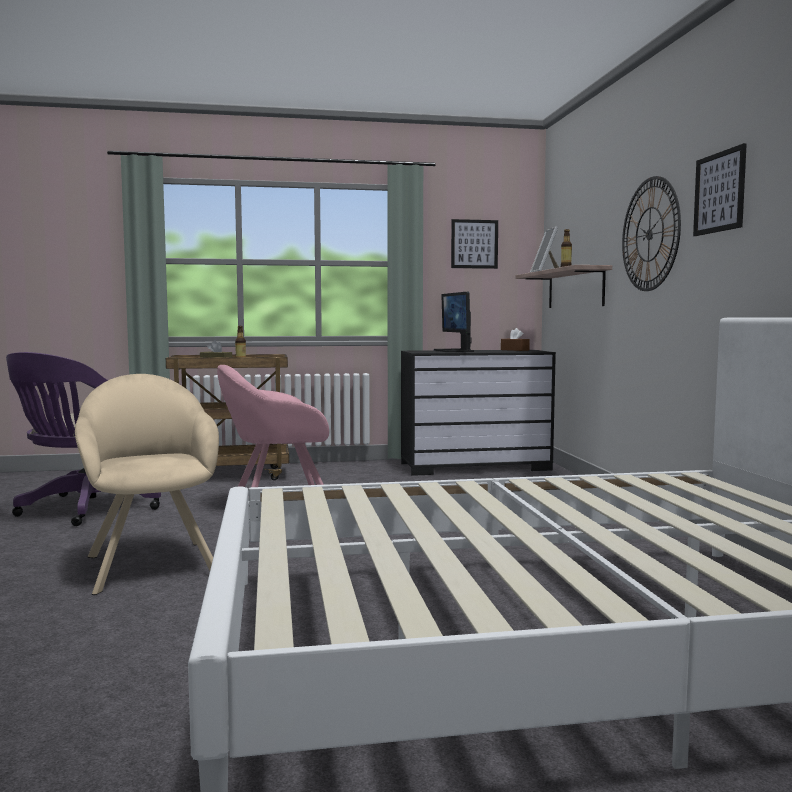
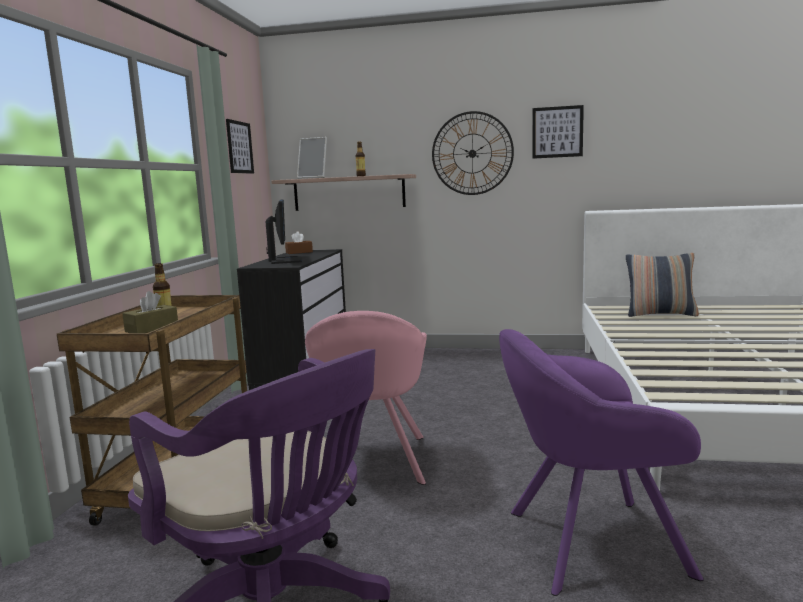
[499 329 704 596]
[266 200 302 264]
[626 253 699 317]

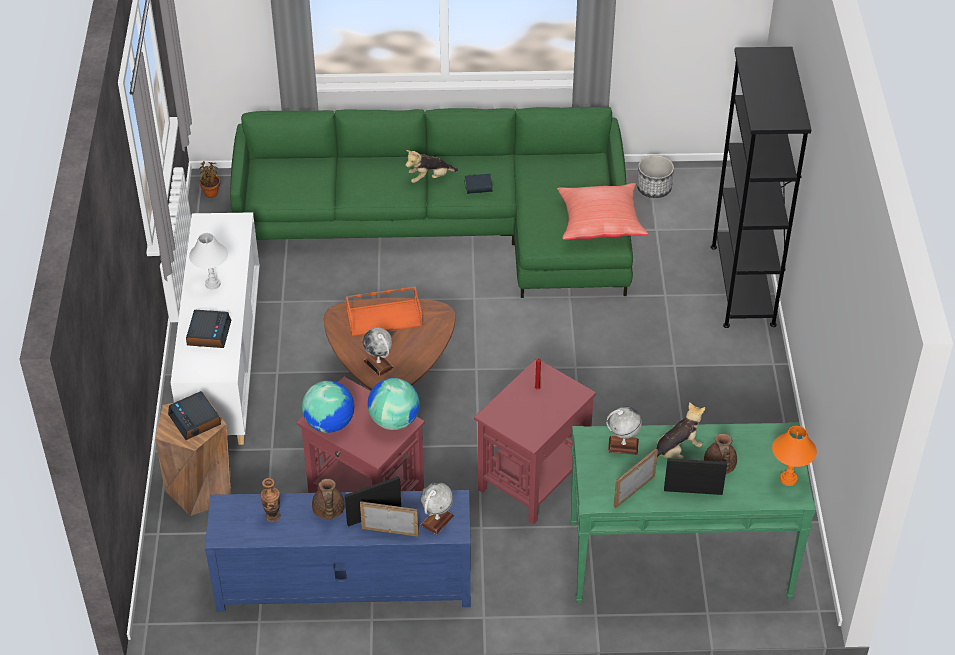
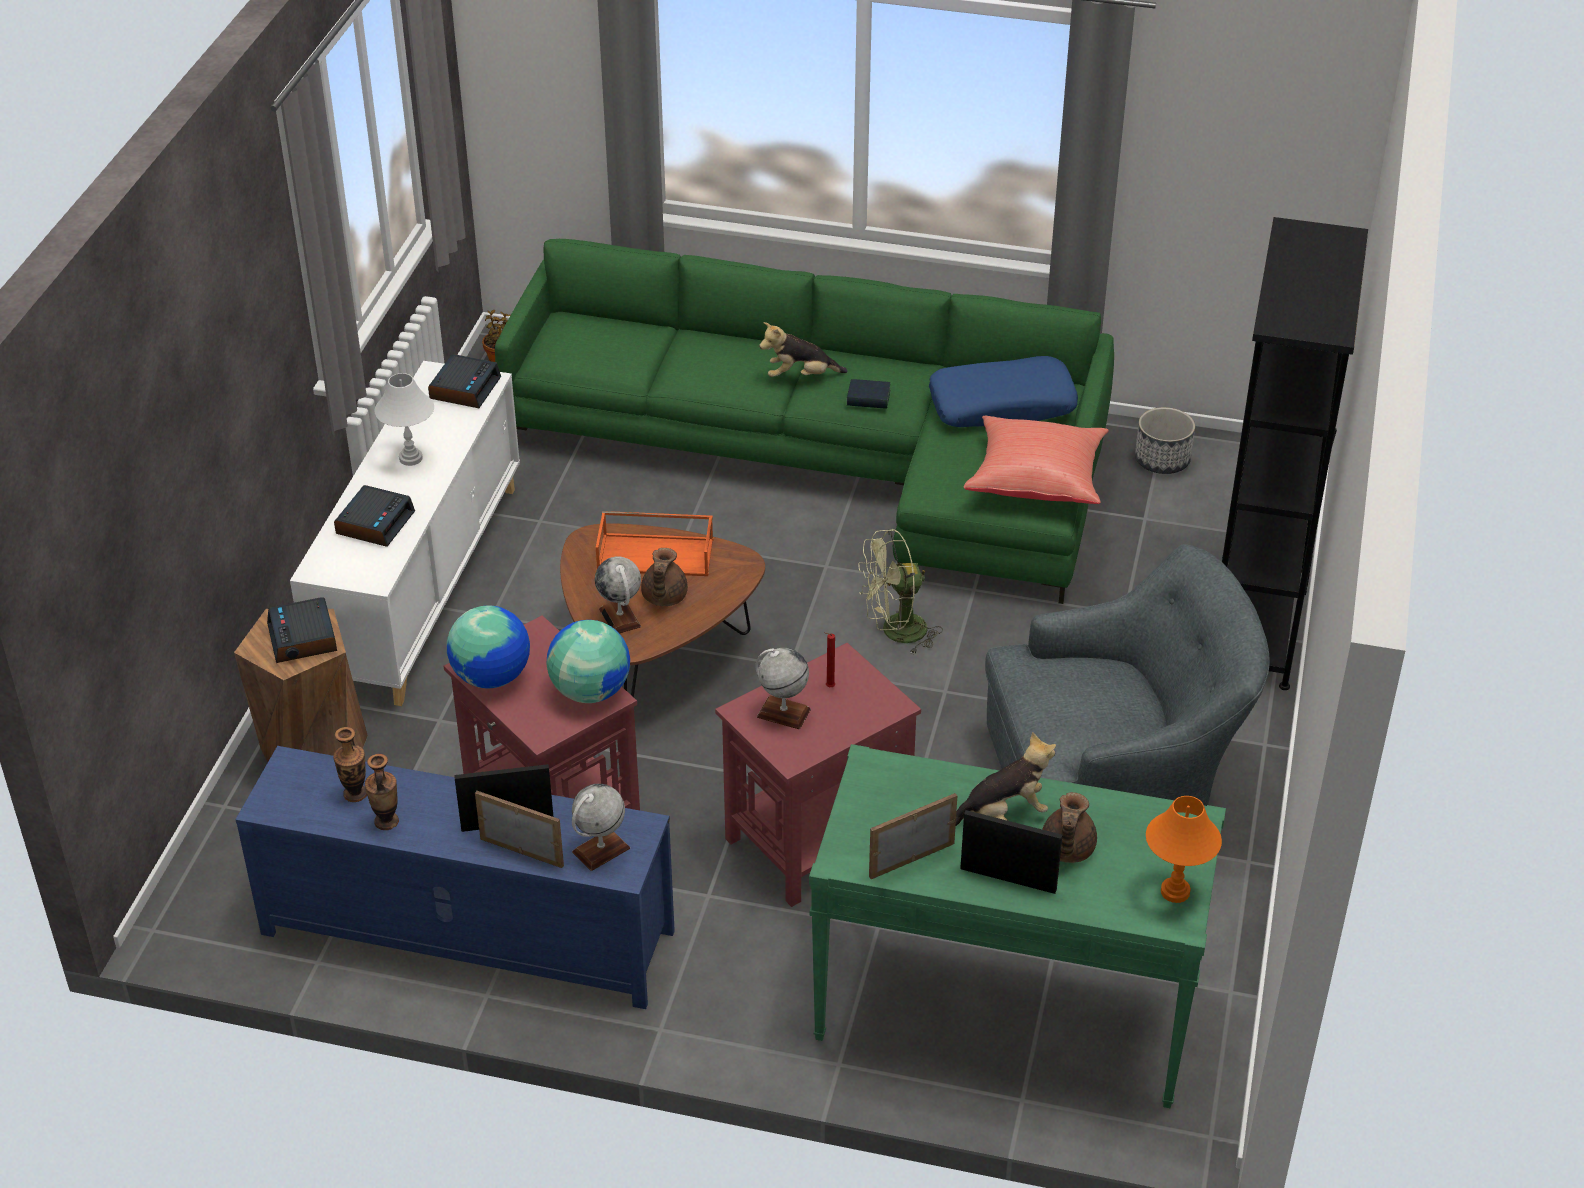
[641 548 688 606]
[755 648 811 729]
[365 754 399 830]
[428 354 501 408]
[858 529 943 655]
[929 356 1078 427]
[985 544 1270 806]

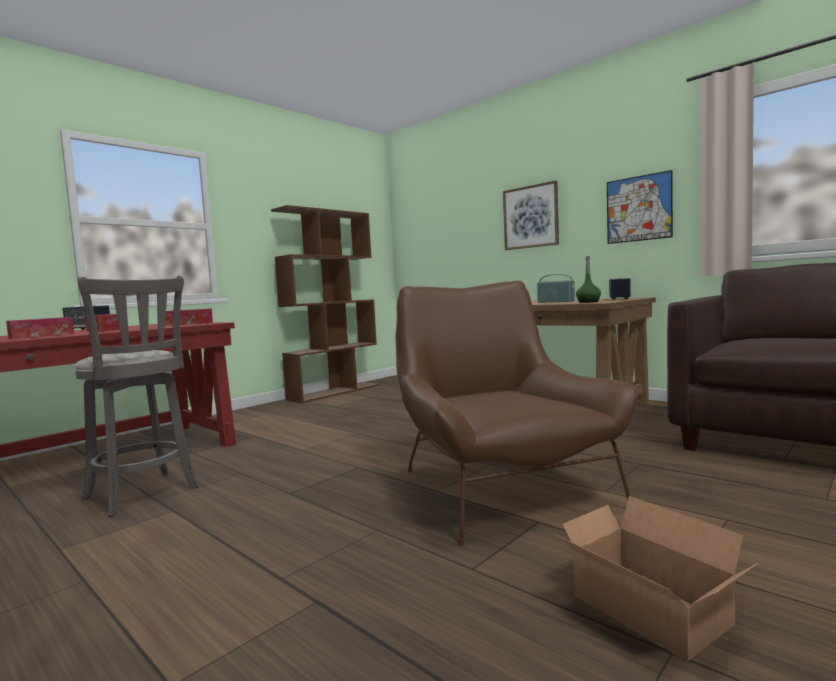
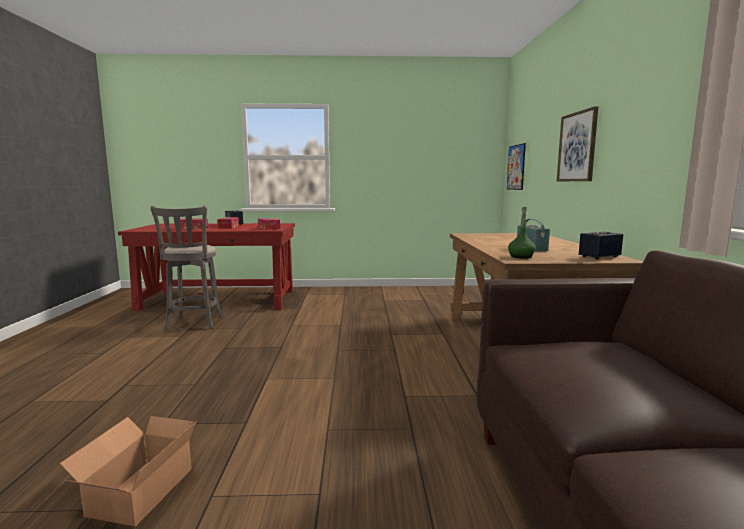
[271 205 379 403] (first image)
[395 281 638 546] (first image)
[507 143 526 190]

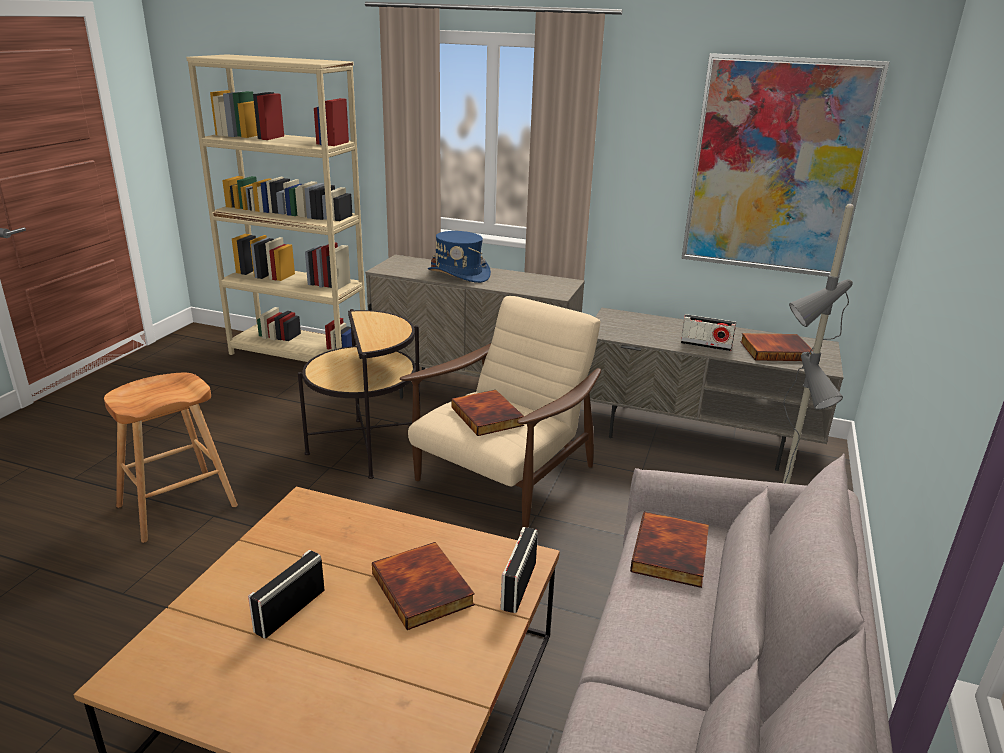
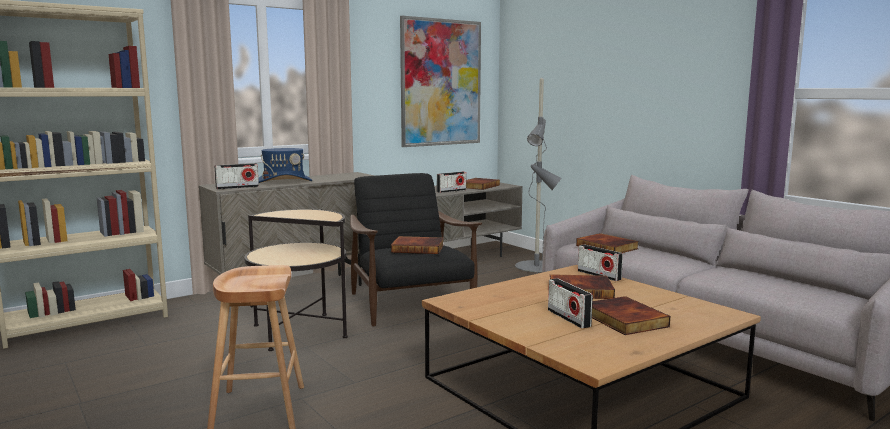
[350 173 482 326]
[215 163 259 189]
[592 296 670 335]

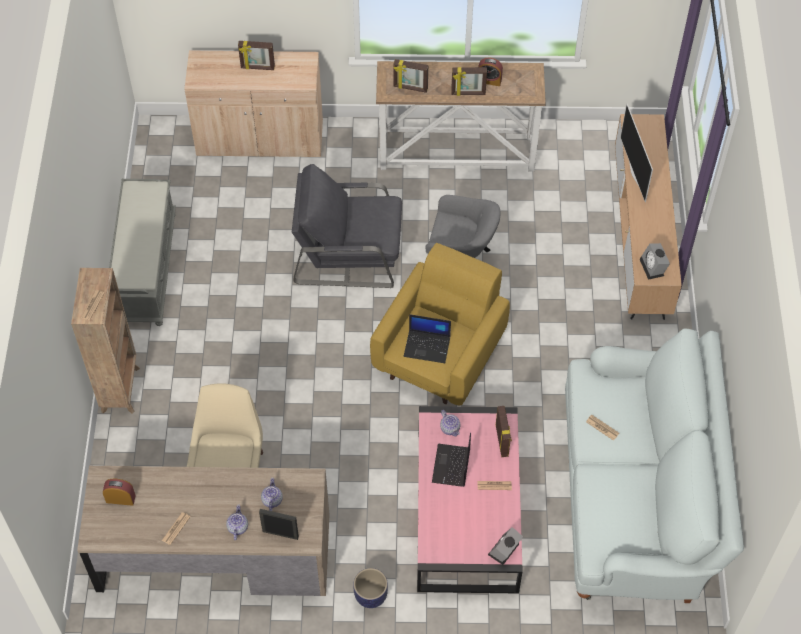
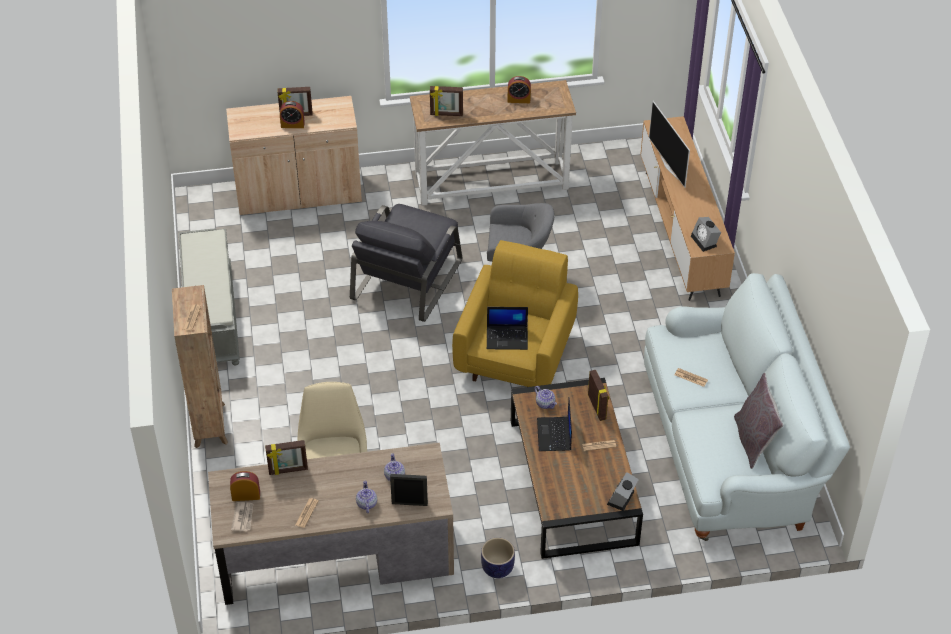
[350 204 462 322]
[511 378 643 559]
[265 440 308 475]
[231 502 253 531]
[280 101 305 128]
[734 373 784 469]

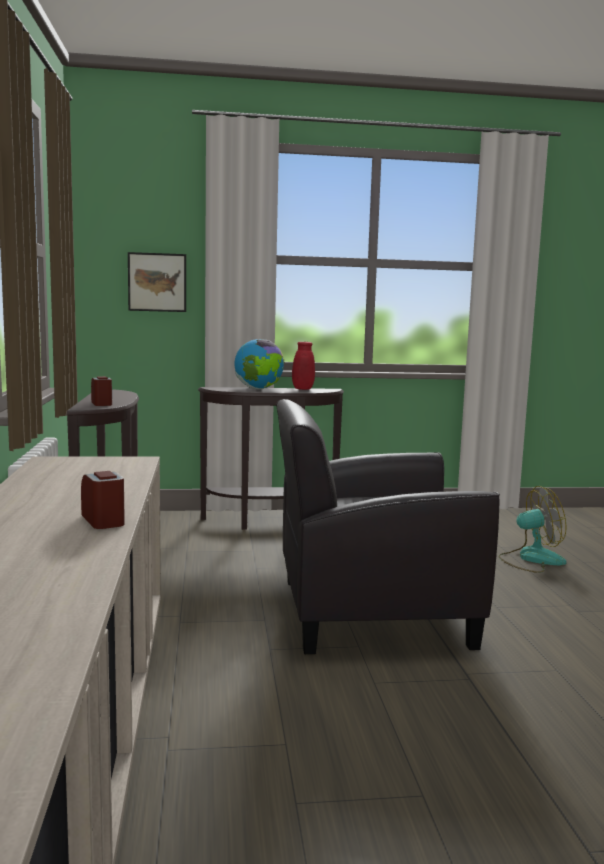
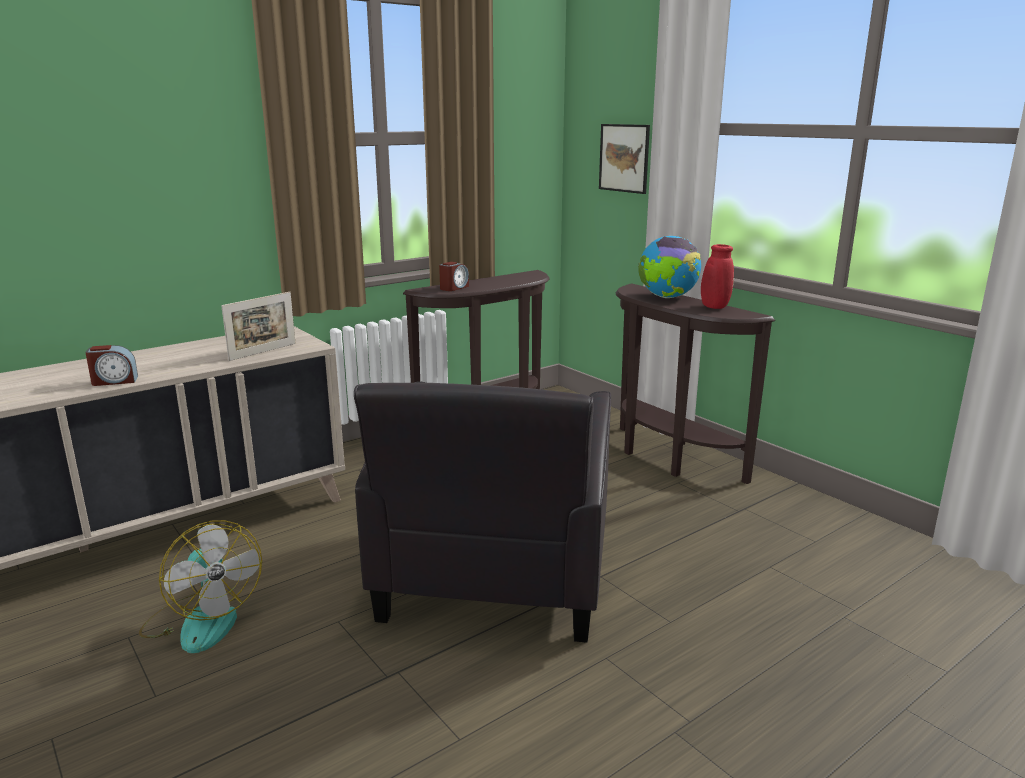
[85 345 138 386]
[354 382 611 643]
[139 520 262 653]
[221 292 296 361]

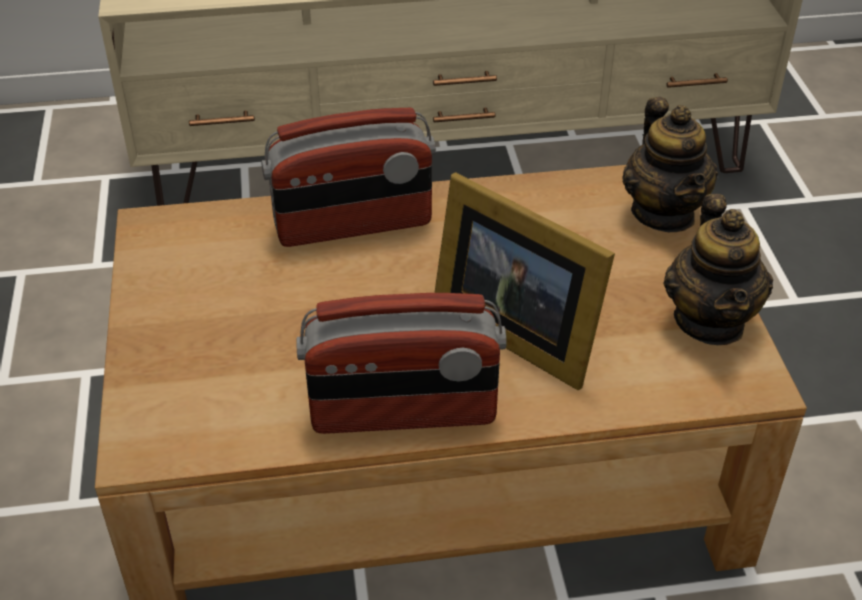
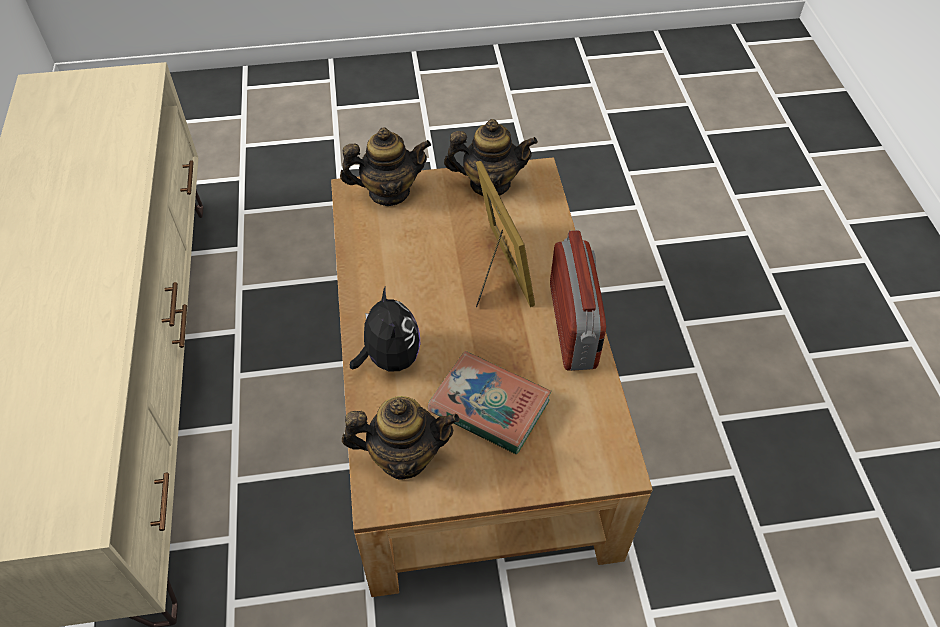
[350 287 421 371]
[476 161 535 308]
[342 396 460 479]
[428 351 551 454]

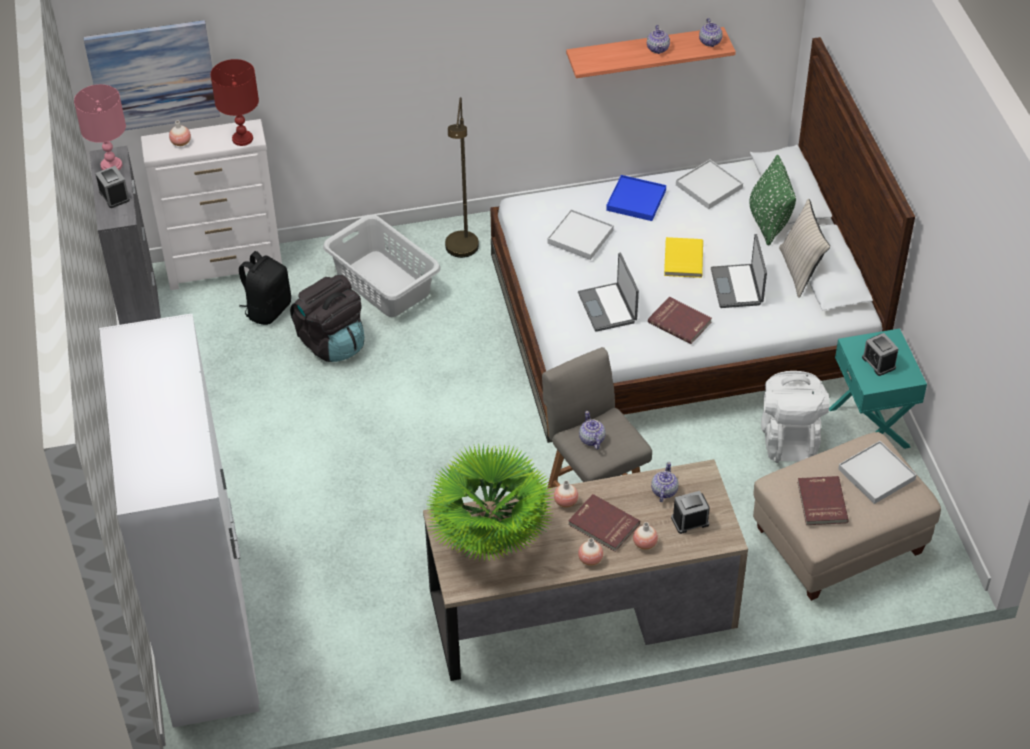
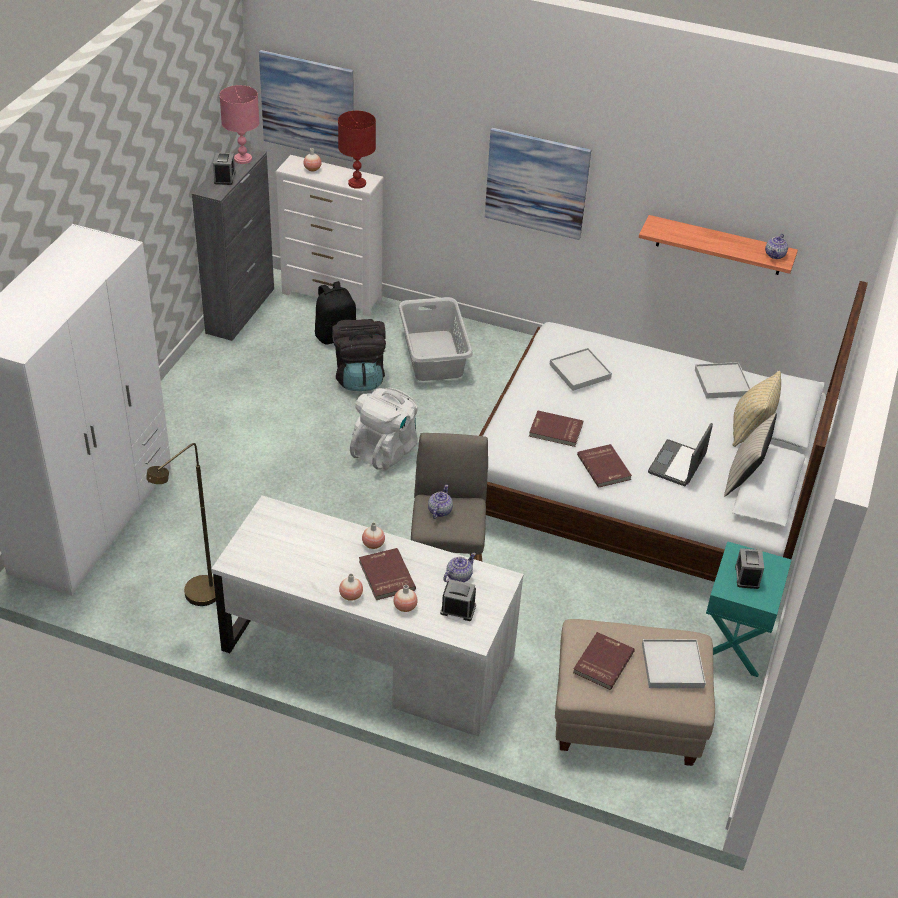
[211 496 523 737]
[427 444 554 562] (first image)
[146 443 216 606]
[529 411 583 447]
[606 175 666 221] (first image)
[647 25 670 54] (first image)
[664 237 703 278] (first image)
[732 371 781 447]
[350 388 418 471]
[485 128 591 240]

